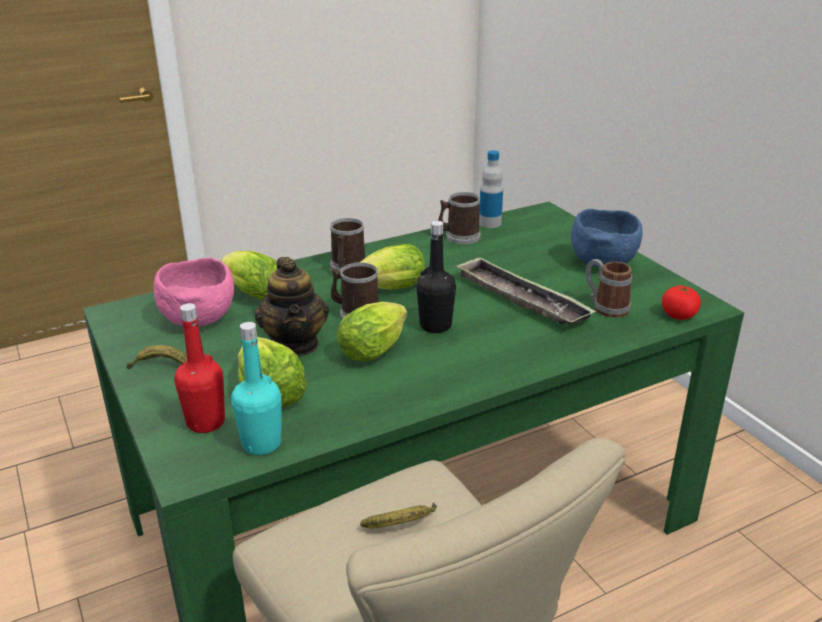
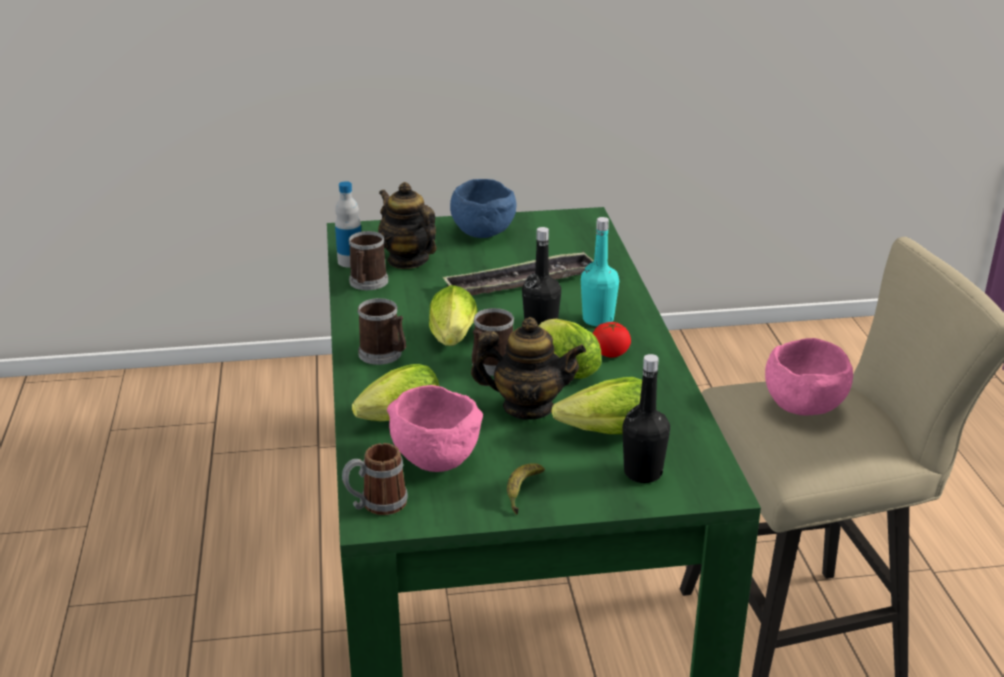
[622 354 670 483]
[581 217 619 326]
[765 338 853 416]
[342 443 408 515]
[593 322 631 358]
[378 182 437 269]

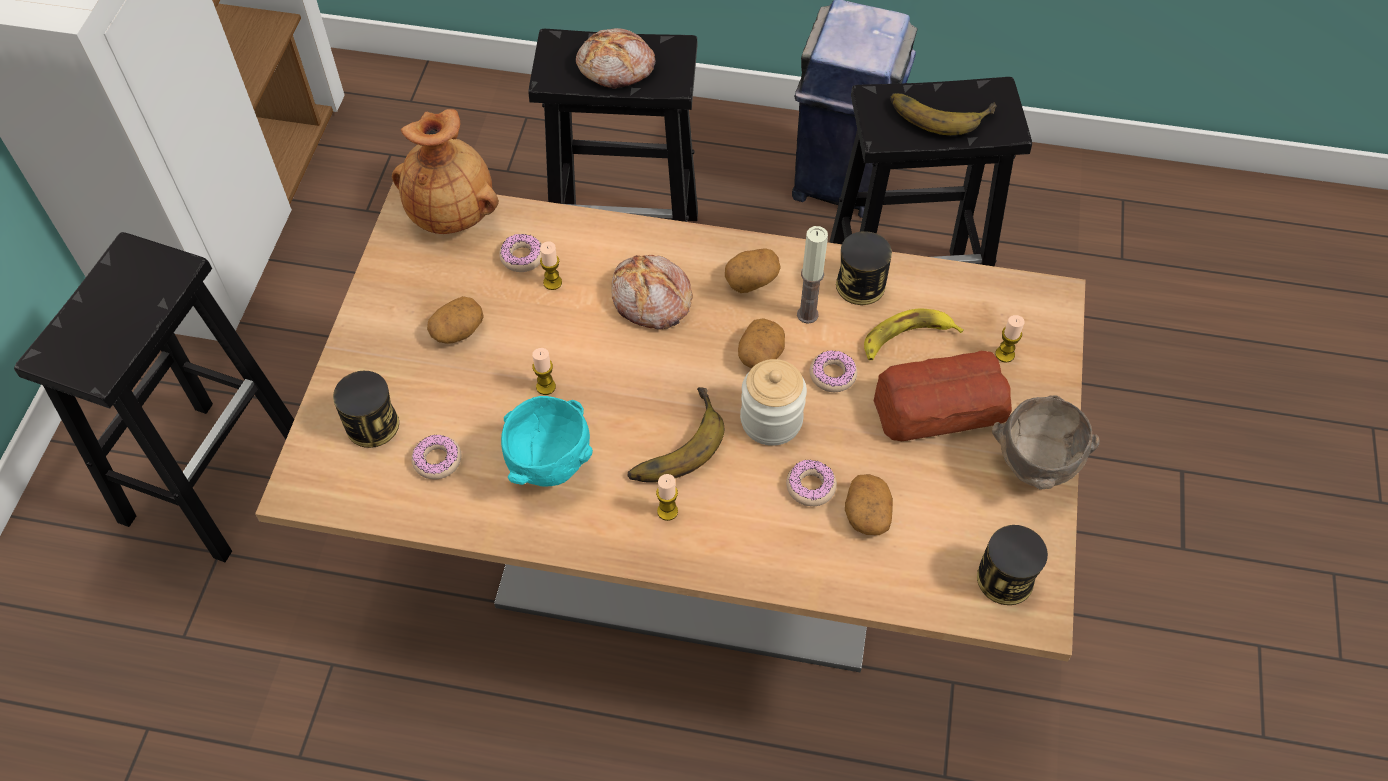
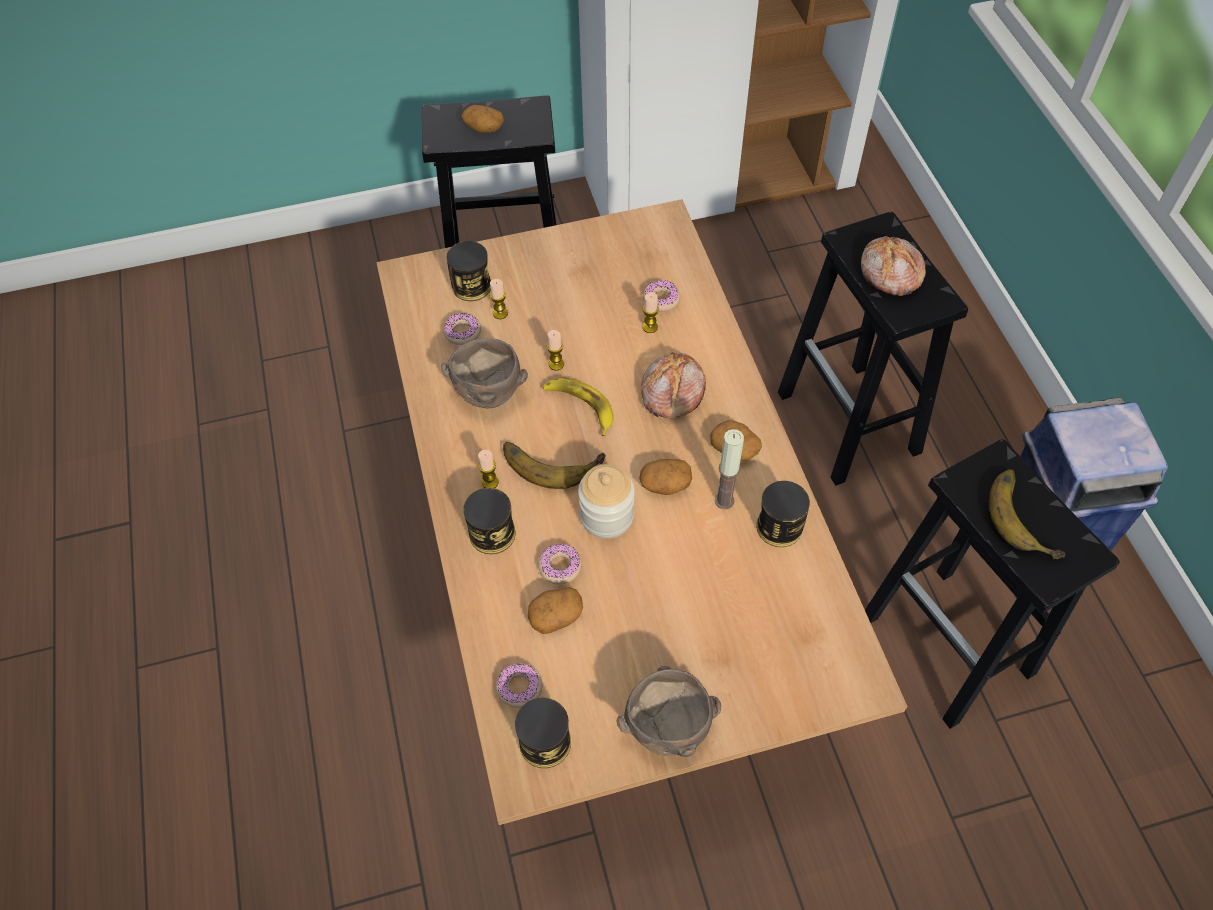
[392 109 499 234] (first image)
[461 105 504 133]
[441 338 528 408]
[496 663 542 708]
[542 377 614 436]
[874 351 1012 441] (first image)
[490 279 508 319]
[463 488 515 554]

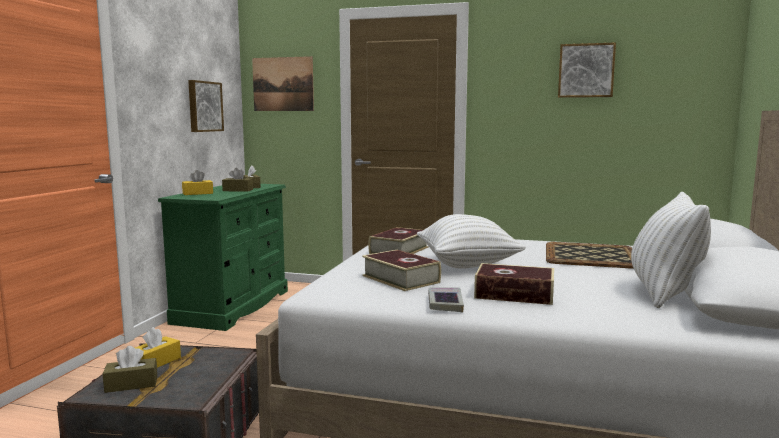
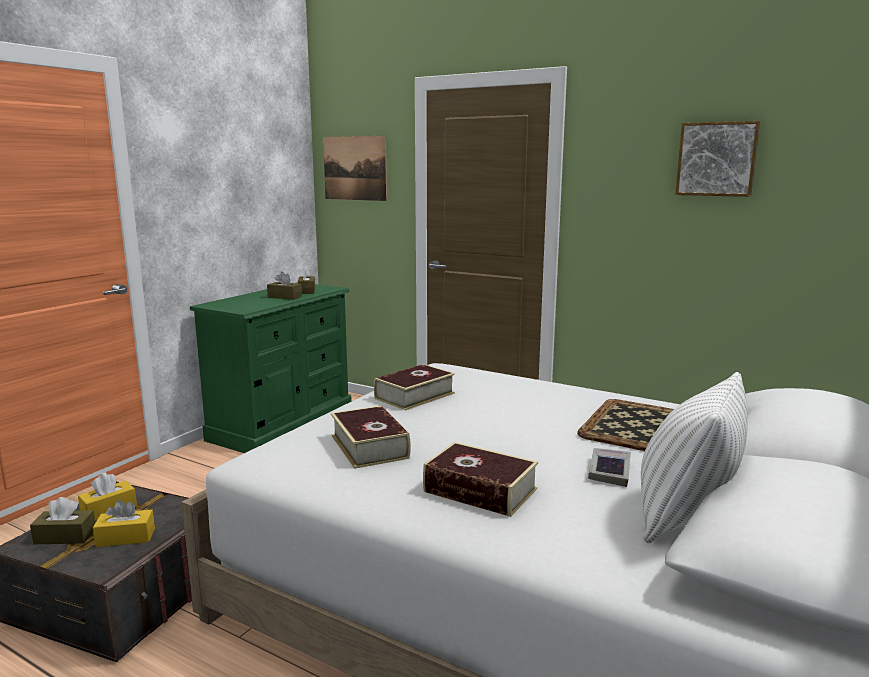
[93 500 155 547]
[188 80 224 132] (first image)
[417 214 526 269] (first image)
[588 448 631 487]

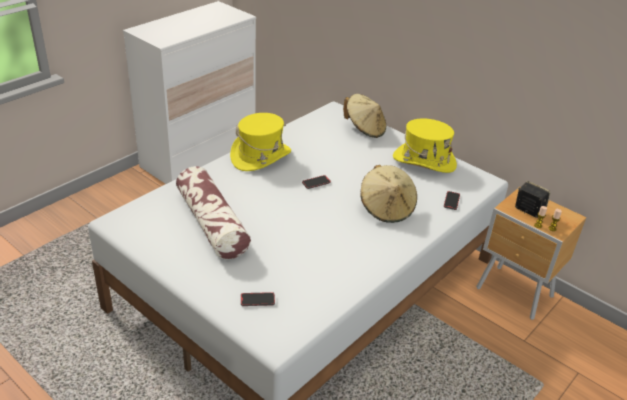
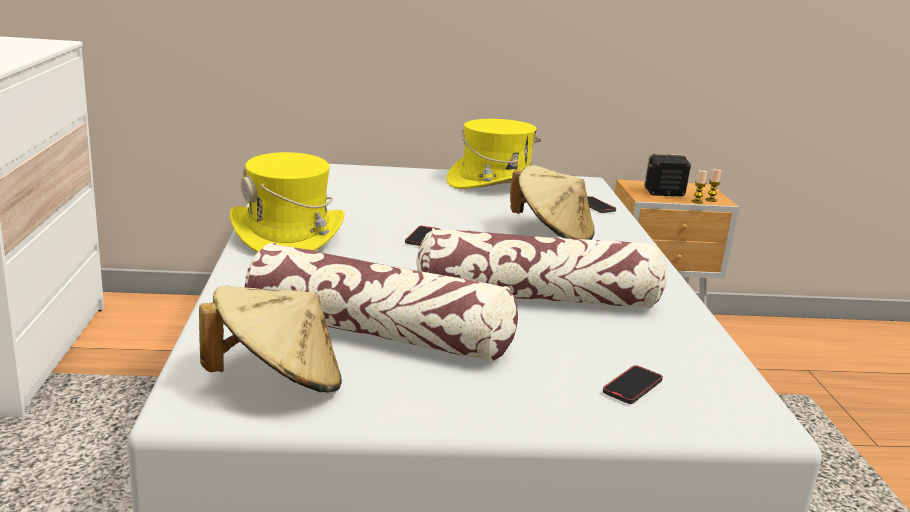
[199 286 342 392]
[416 228 667 308]

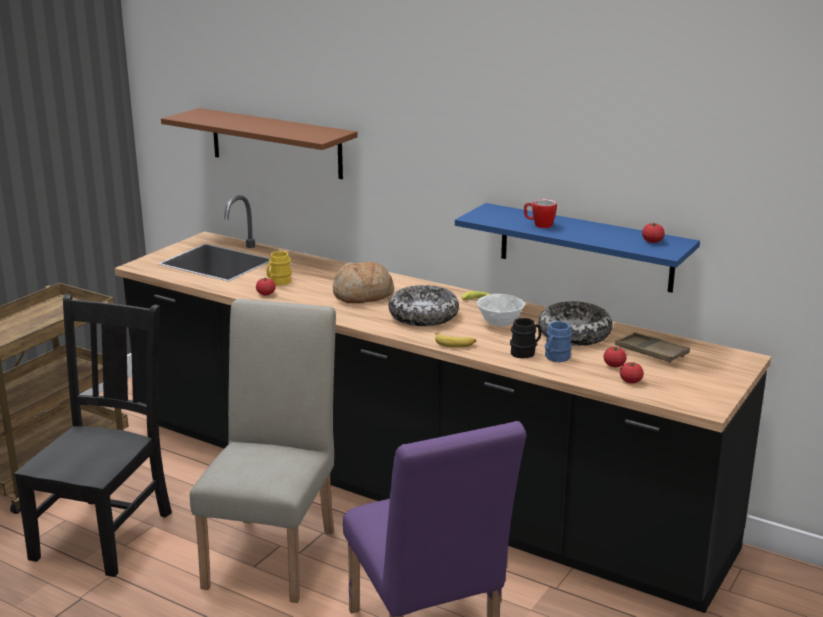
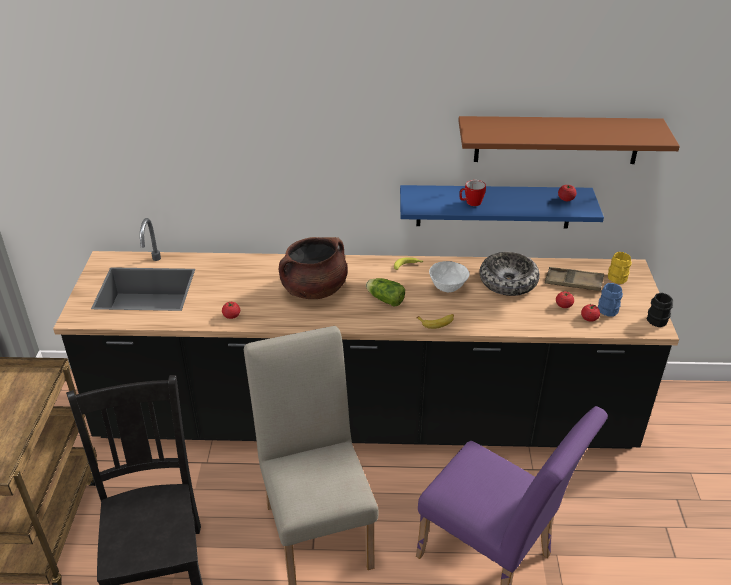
[458 116 680 164]
[608 252 632 284]
[279 237 348 299]
[366 278 405 306]
[647 293 673 327]
[598 283 623 317]

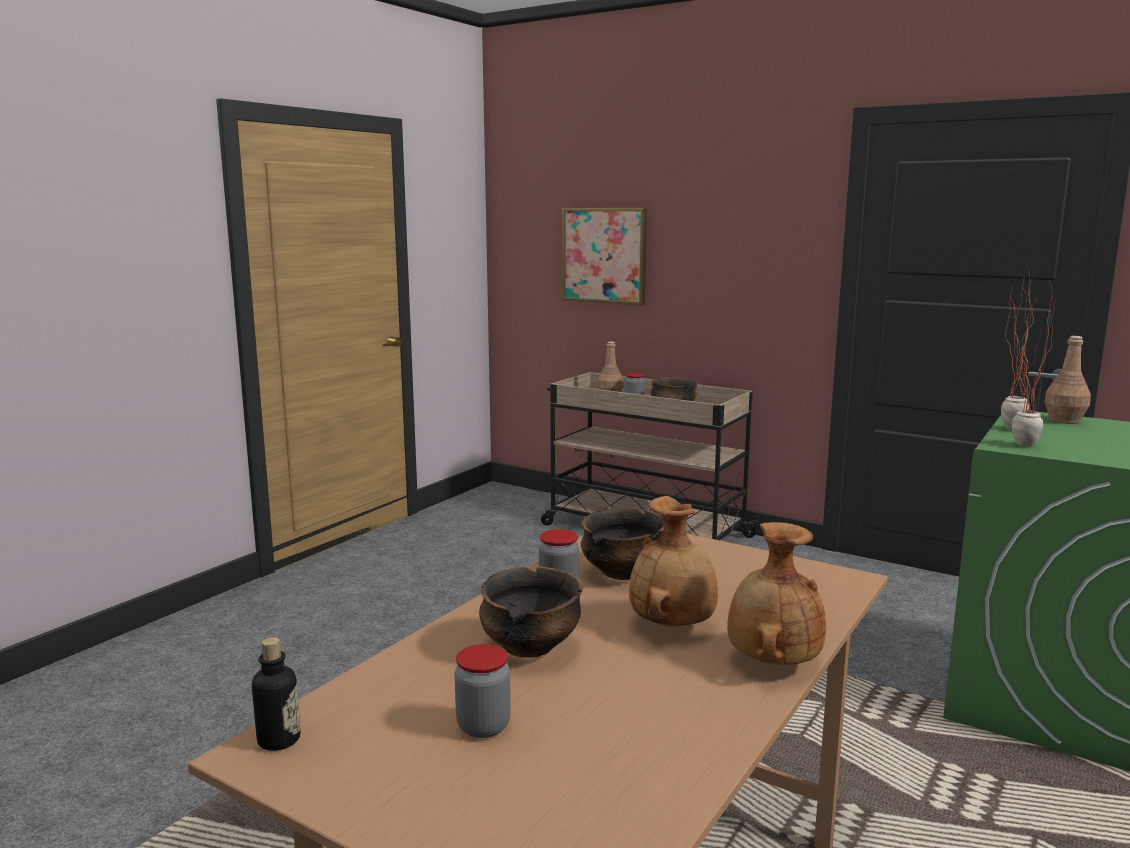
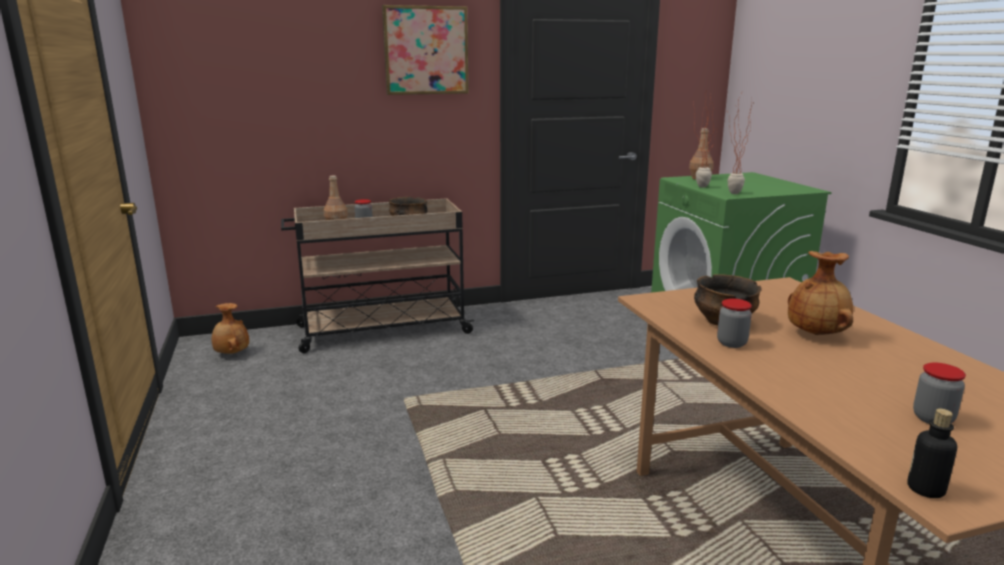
[479 566 583 657] (first image)
[382 5 469 95]
[212 303 249 354]

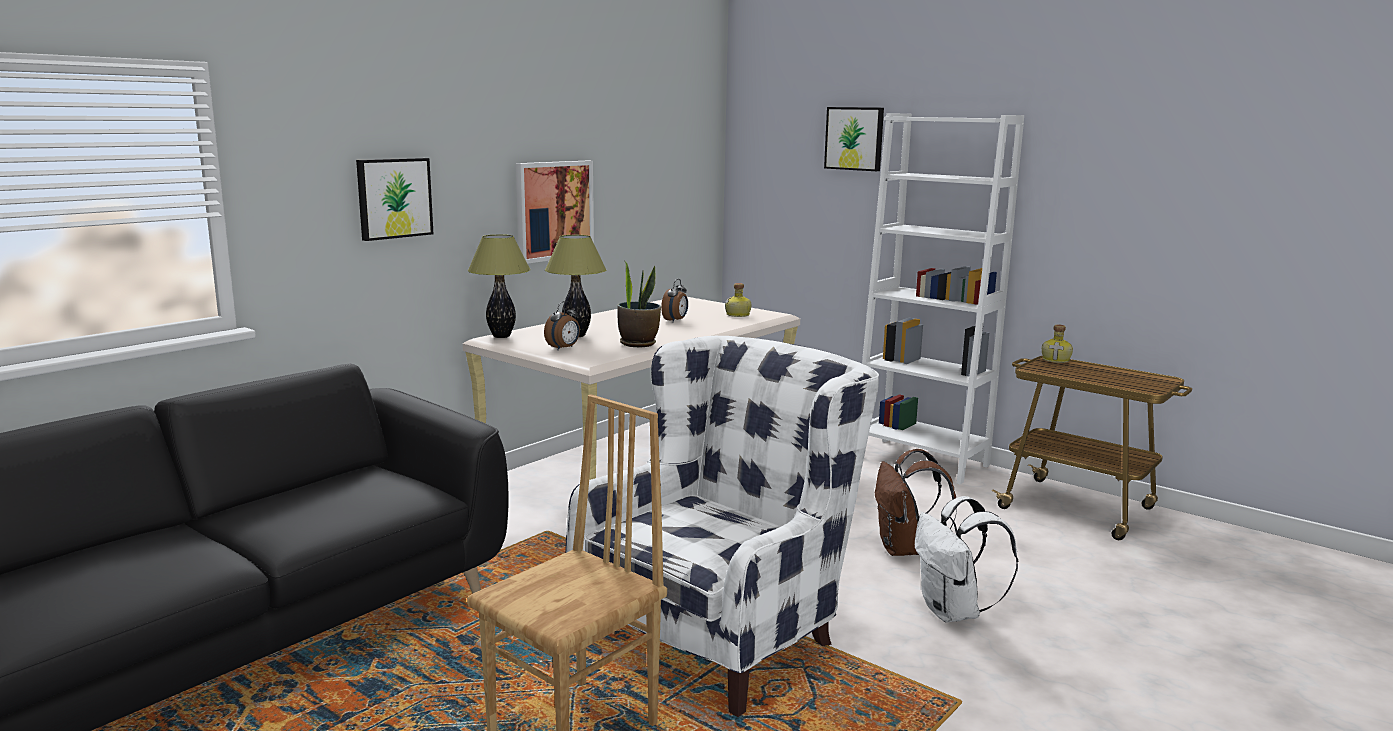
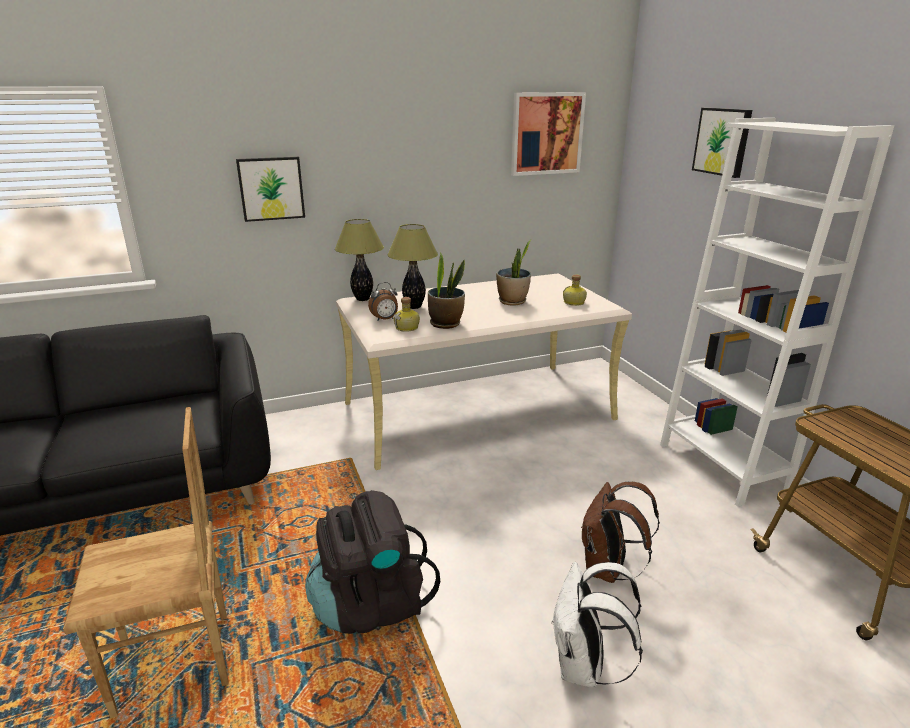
[511 92 586 176]
[305 490 440 634]
[496 240 531 305]
[393 297 420 332]

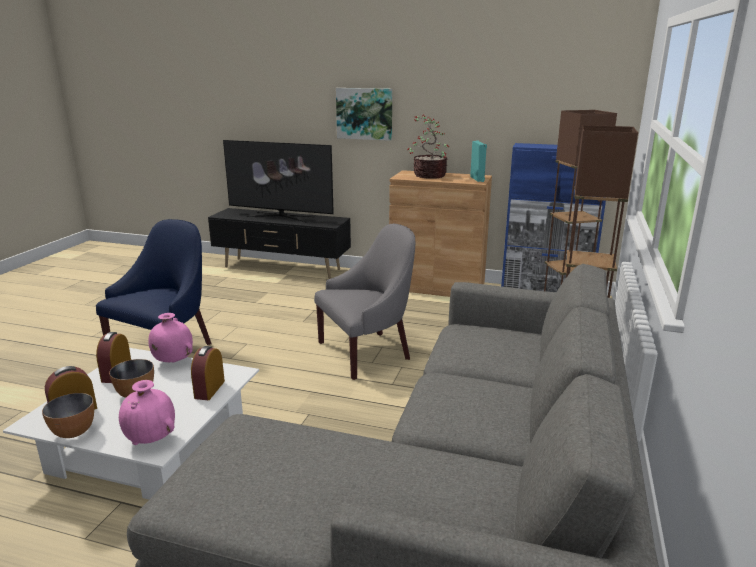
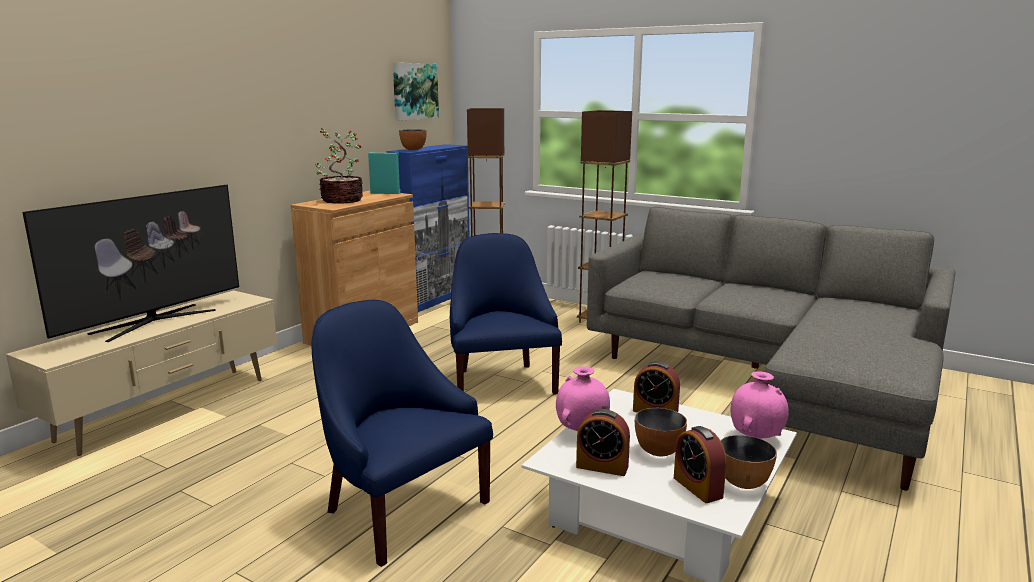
[6 290 277 456]
[450 233 562 395]
[393 63 439 121]
[399 129 427 150]

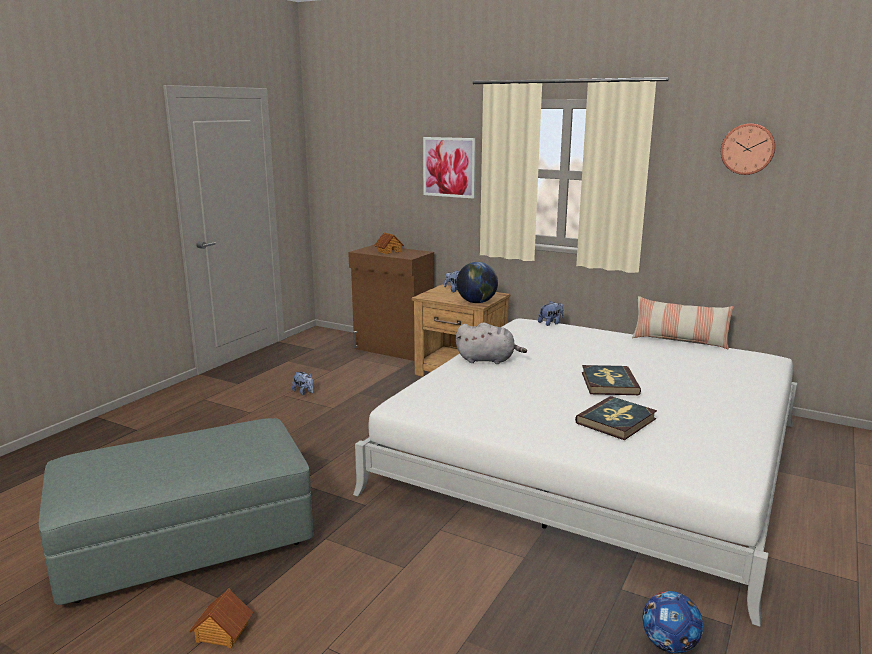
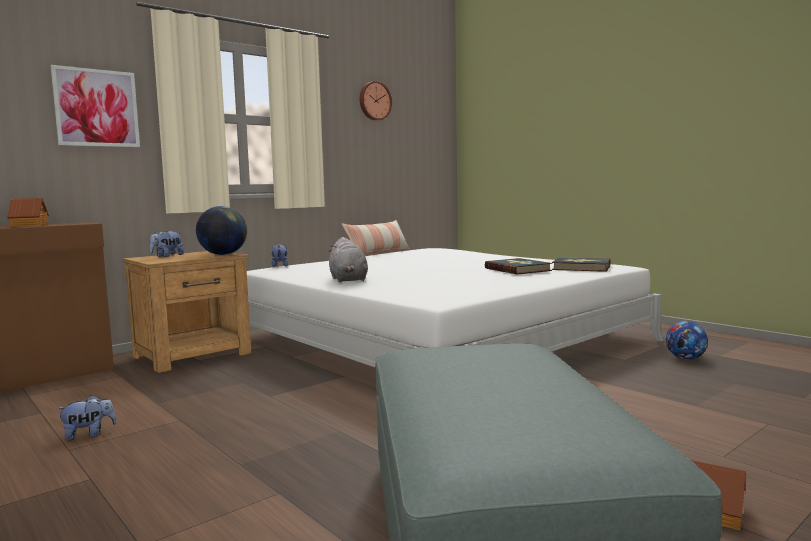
[329 237 368 282]
[552 257 610 272]

